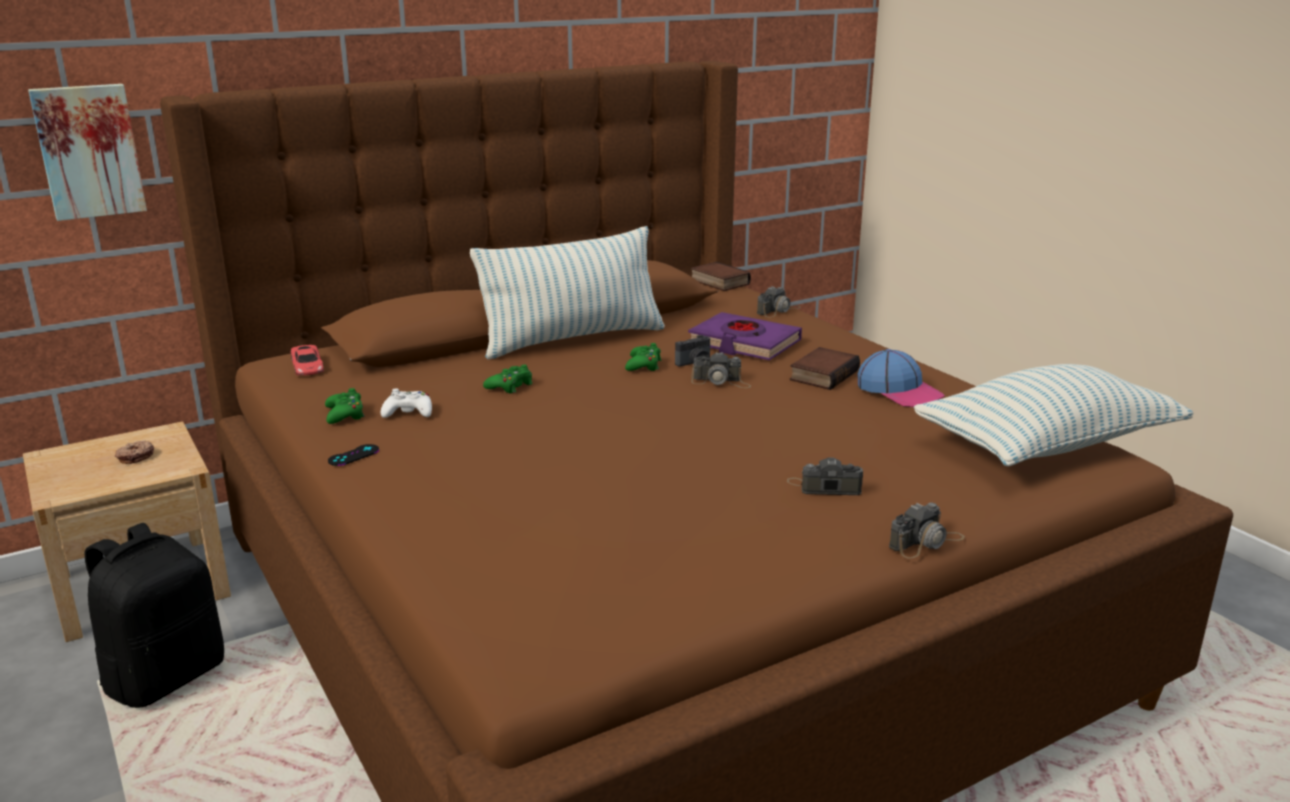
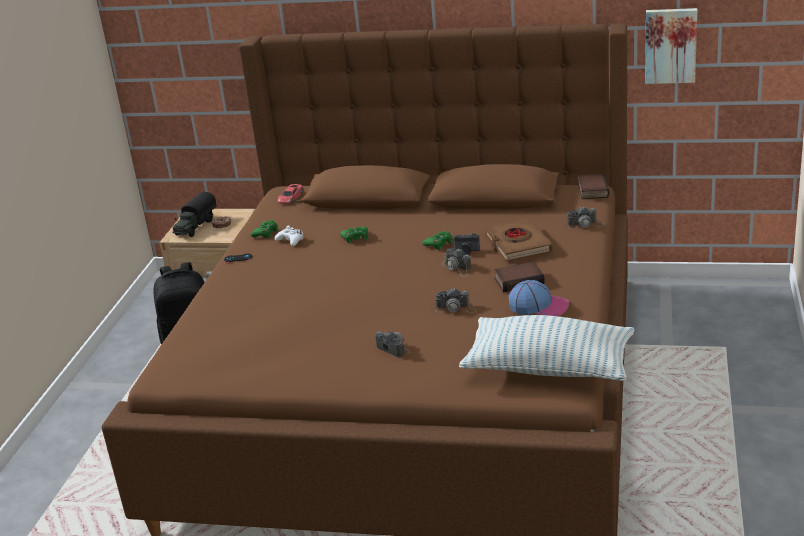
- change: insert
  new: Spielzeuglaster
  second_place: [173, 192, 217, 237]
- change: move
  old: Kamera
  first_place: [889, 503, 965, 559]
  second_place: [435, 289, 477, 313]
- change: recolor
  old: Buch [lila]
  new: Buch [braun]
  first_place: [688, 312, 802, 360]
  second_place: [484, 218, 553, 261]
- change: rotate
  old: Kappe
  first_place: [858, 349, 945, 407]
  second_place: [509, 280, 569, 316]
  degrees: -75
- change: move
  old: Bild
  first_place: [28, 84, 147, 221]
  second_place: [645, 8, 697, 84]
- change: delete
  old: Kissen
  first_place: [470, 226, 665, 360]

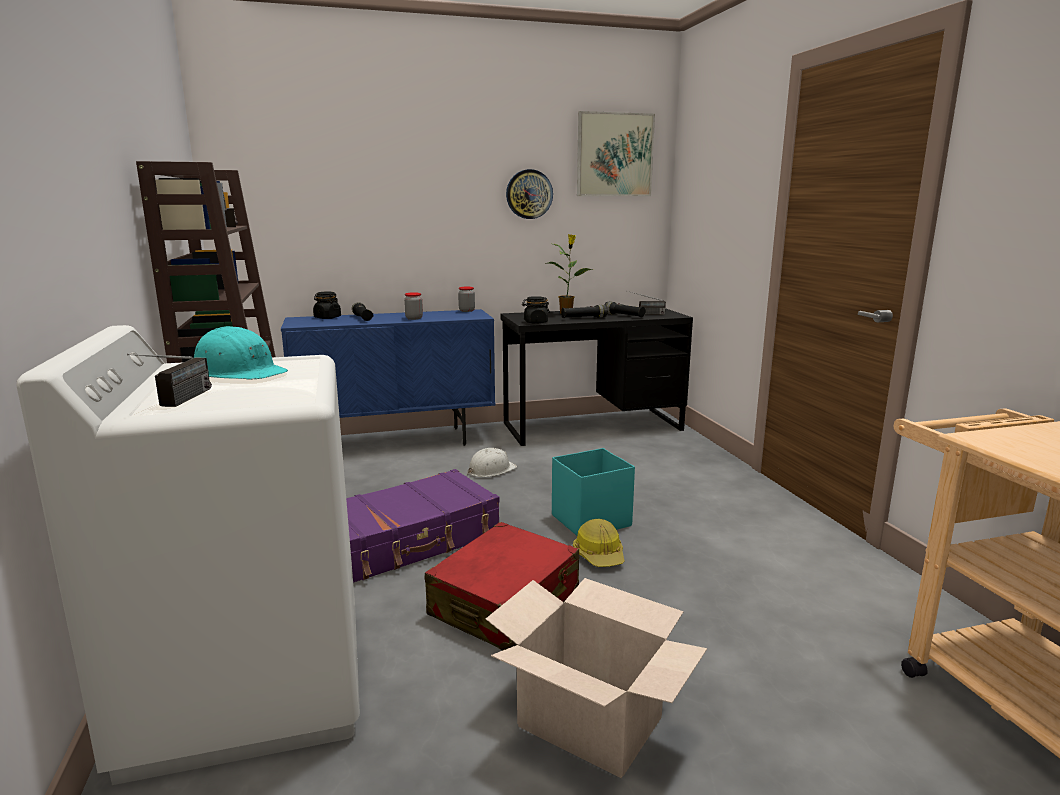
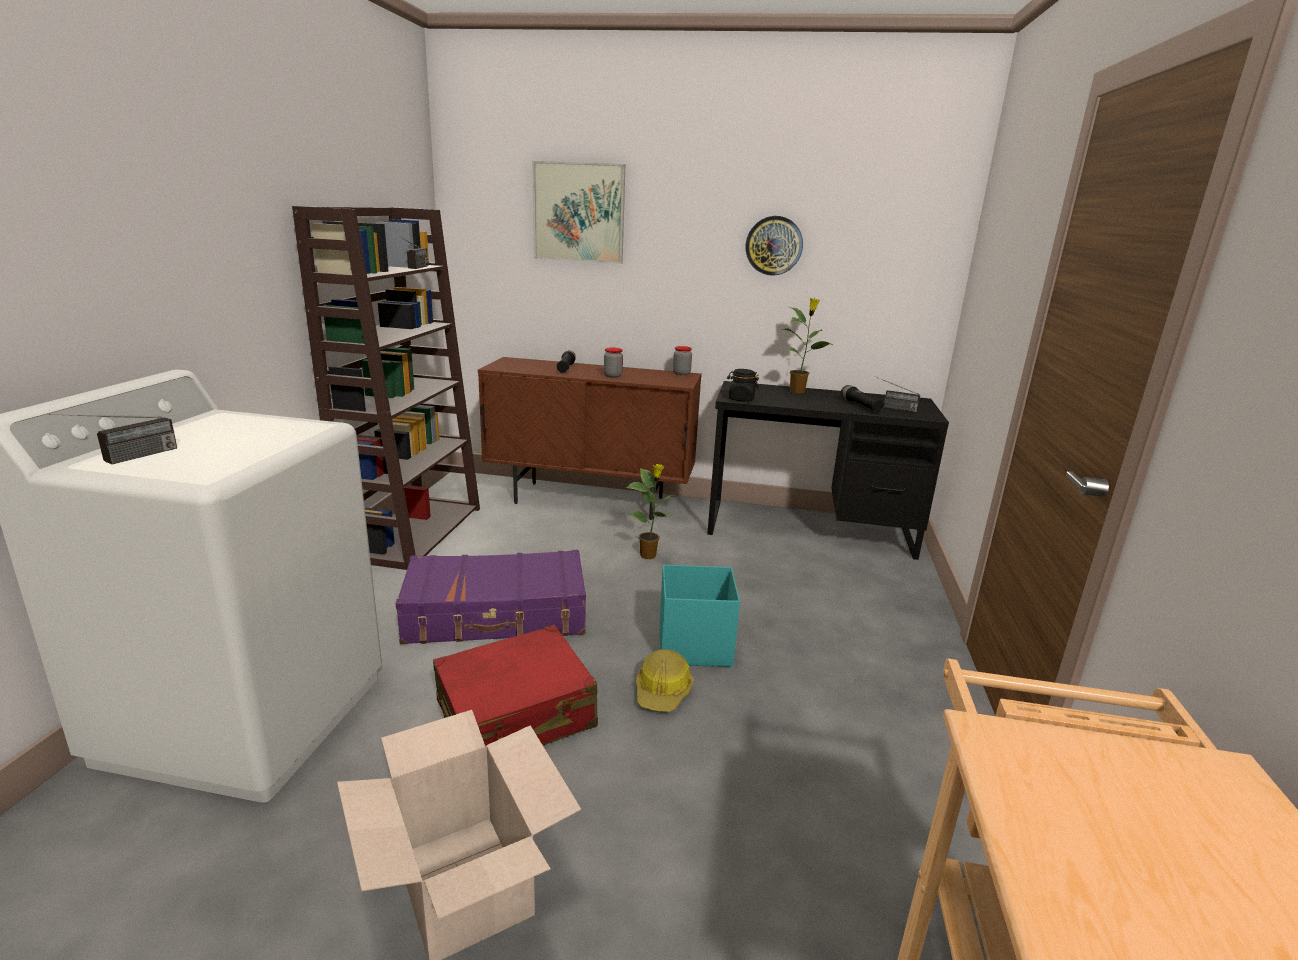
- change: recolor
  old: Schrank [blau]
  new: Schrank [braun]
  first_place: [281, 309, 495, 446]
  second_place: [478, 357, 702, 520]
- change: move
  old: Bild
  first_place: [577, 111, 655, 196]
  second_place: [532, 161, 625, 264]
- change: replace
  old: Schutzhelm [weiß]
  new: Topfpflanze
  first_place: [467, 448, 517, 477]
  second_place: [626, 464, 673, 559]
- change: delete
  old: Schutzhelm [türkis]
  first_place: [194, 326, 288, 380]
- change: delete
  old: Vorratsglas [schwarz]
  first_place: [313, 292, 341, 319]
- change: delete
  old: Taschenlampe [schwarz]
  first_place: [561, 305, 607, 318]

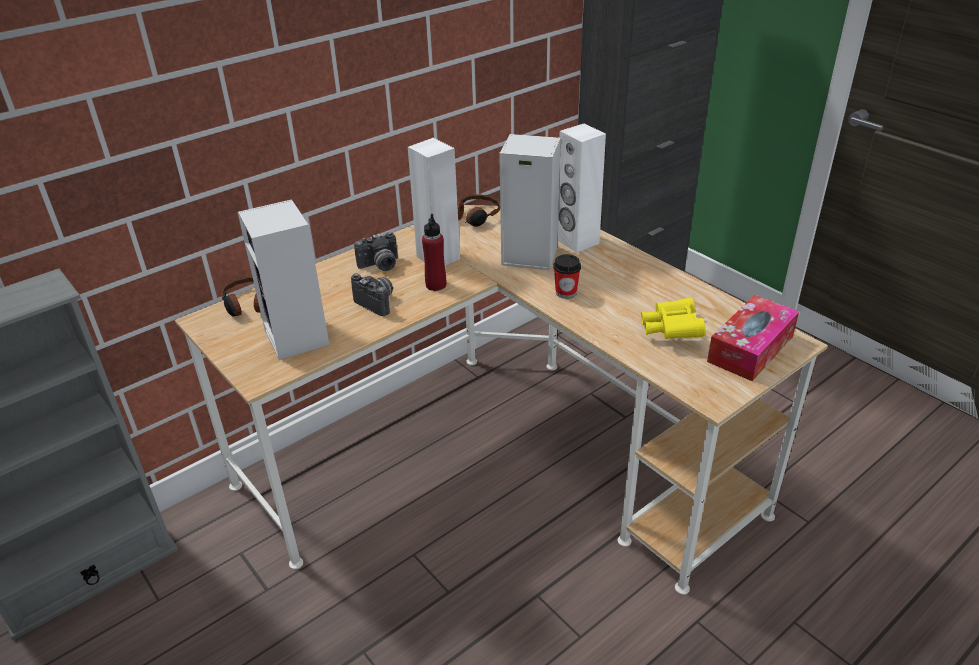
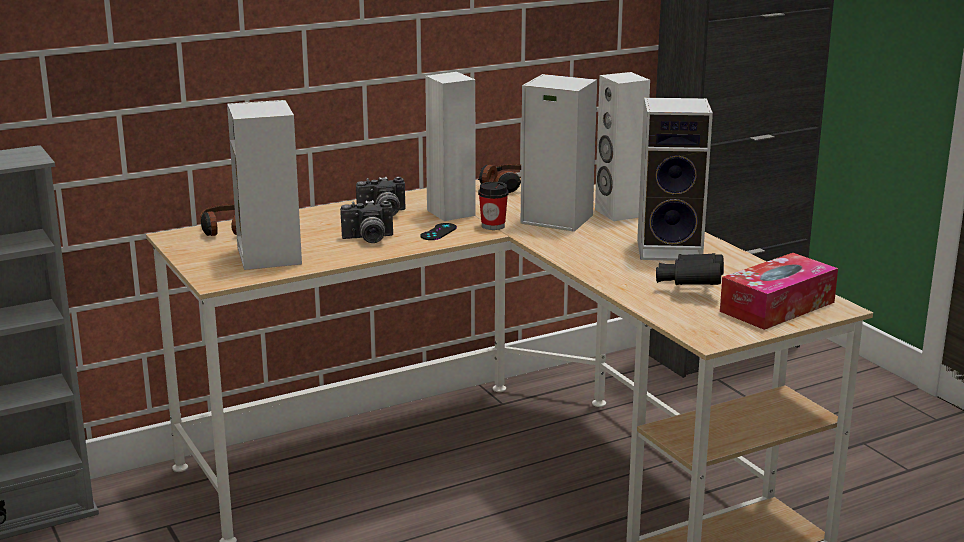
- change: rotate
  old: Kamera
  first_place: [351, 274, 393, 316]
  second_place: [340, 200, 393, 243]
  degrees: 120
- change: replace
  old: Flasche [rot]
  new: Gamepad [schwarz]
  first_place: [422, 214, 446, 291]
  second_place: [420, 223, 457, 240]
- change: move
  old: Tasse
  first_place: [553, 254, 581, 299]
  second_place: [478, 182, 509, 230]
- change: insert
  new: Lautsprecher
  second_place: [637, 97, 713, 261]
- change: recolor
  old: Fernglas [gelb]
  new: Fernglas [schwarz]
  first_place: [641, 298, 705, 339]
  second_place: [656, 253, 724, 285]

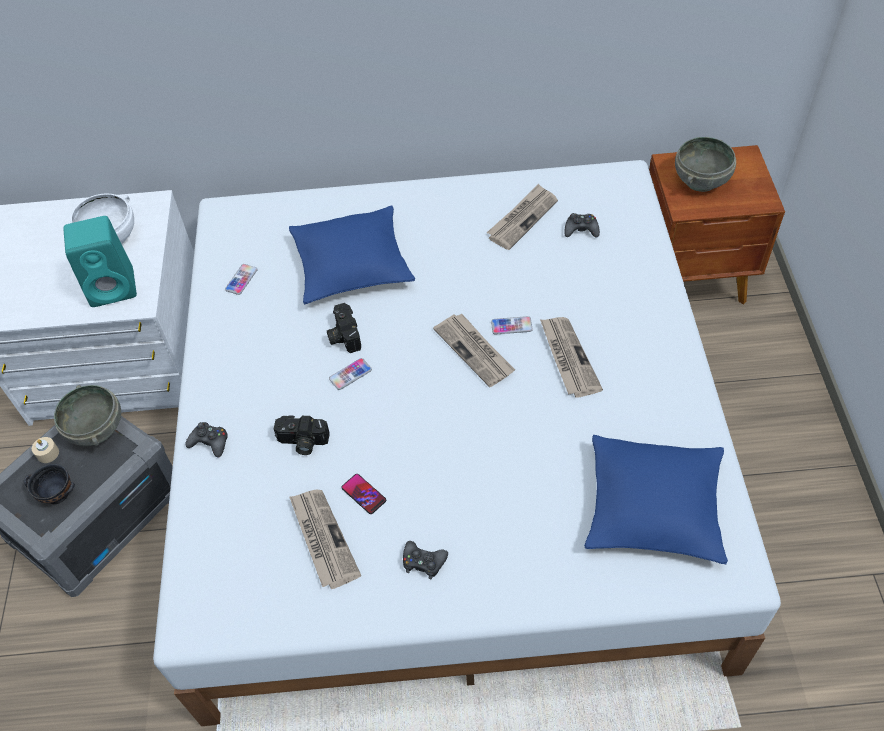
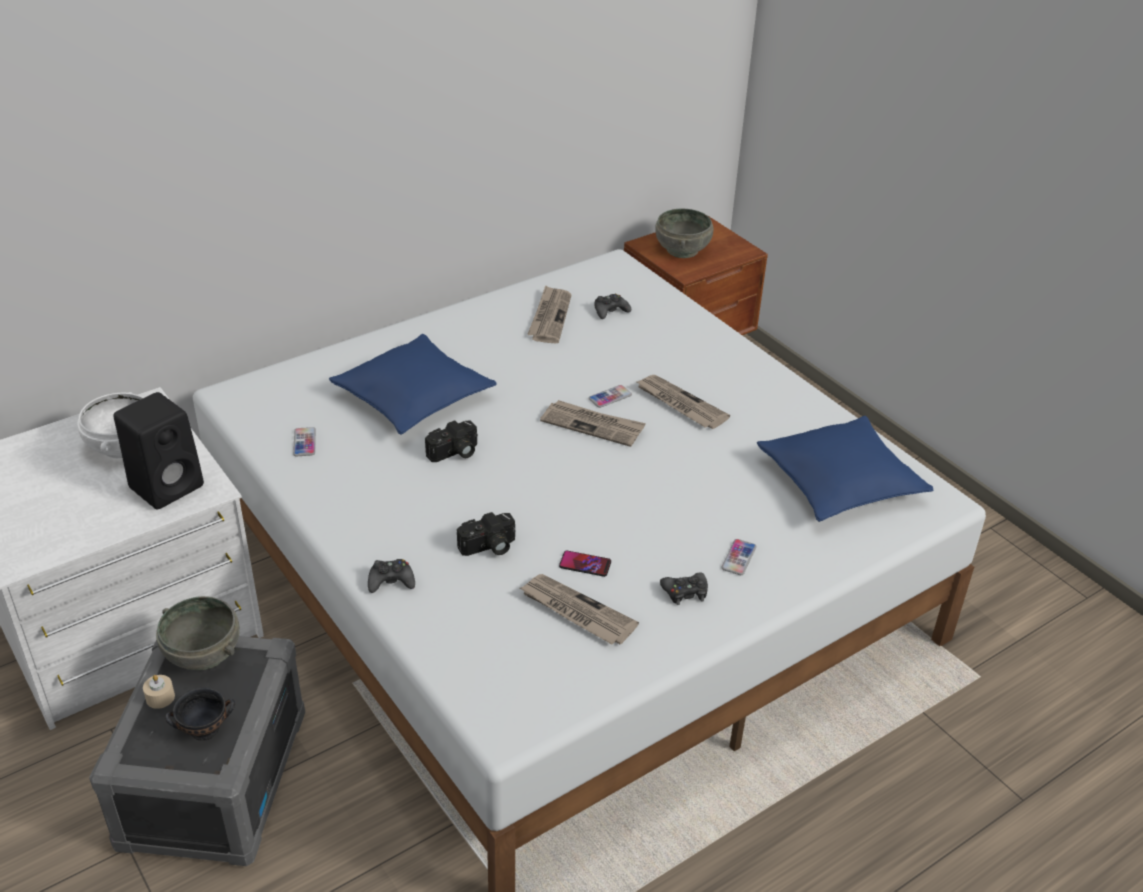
- change: recolor
  old: Lautsprecher [türkis]
  new: Lautsprecher [schwarz]
  first_place: [63, 216, 137, 307]
  second_place: [114, 392, 204, 510]
- change: rotate
  old: Kamera
  first_place: [327, 303, 361, 353]
  second_place: [425, 420, 478, 462]
  degrees: -75
- change: move
  old: Handy
  first_place: [329, 358, 372, 390]
  second_place: [721, 539, 756, 575]

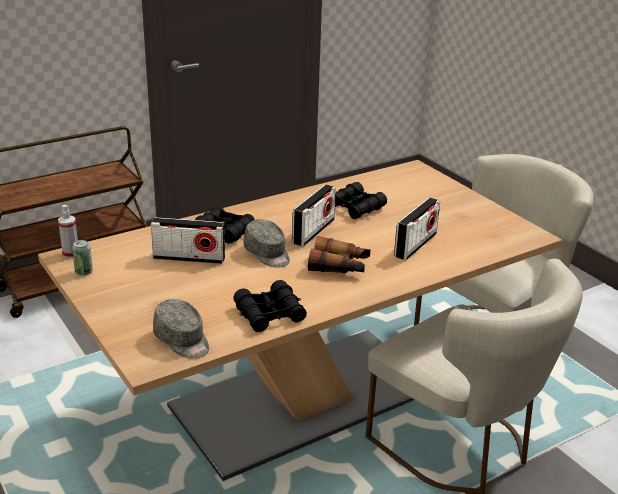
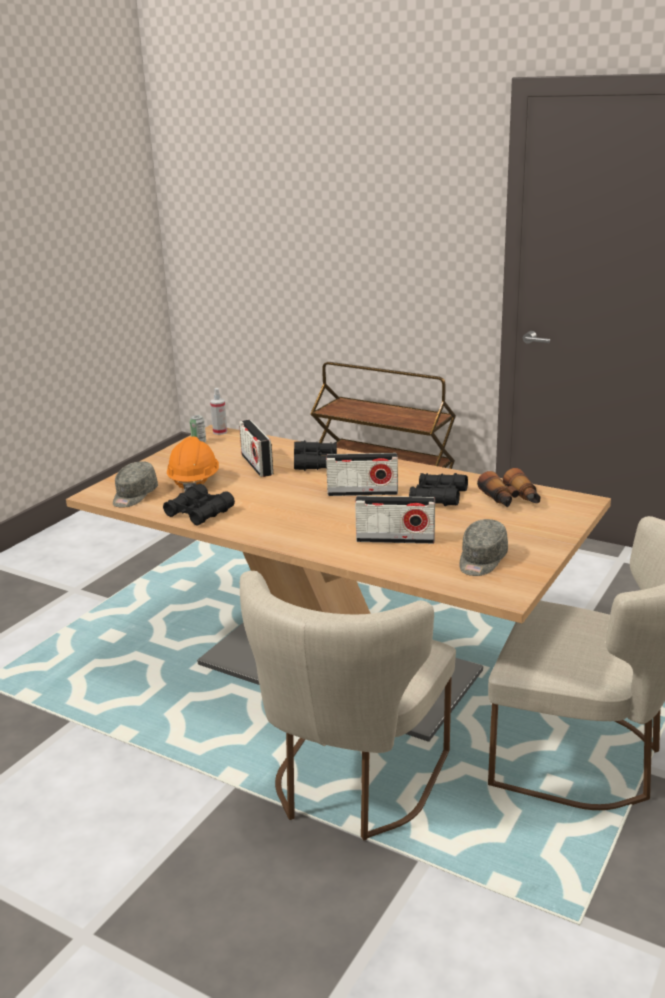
- change: insert
  new: Schutzhelm [orange]
  second_place: [167, 436, 219, 492]
- change: move
  old: Kappe [grau]
  first_place: [244, 219, 290, 268]
  second_place: [459, 519, 508, 576]
- change: move
  old: Fernglas
  first_place: [308, 236, 370, 273]
  second_place: [477, 468, 540, 507]

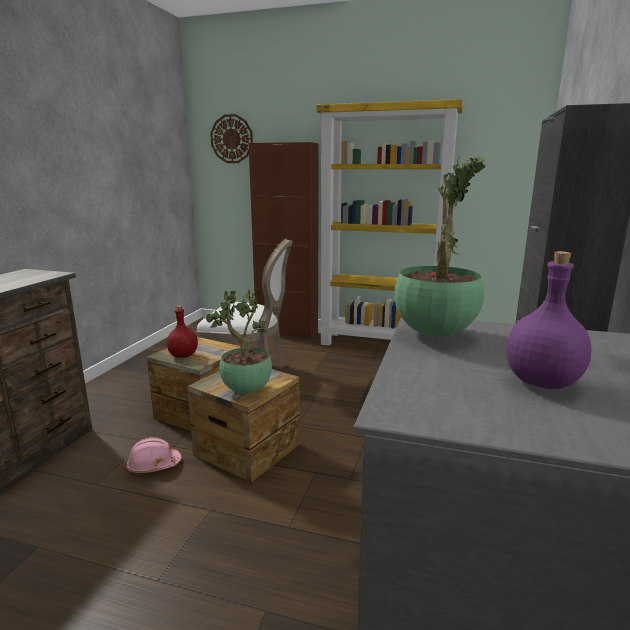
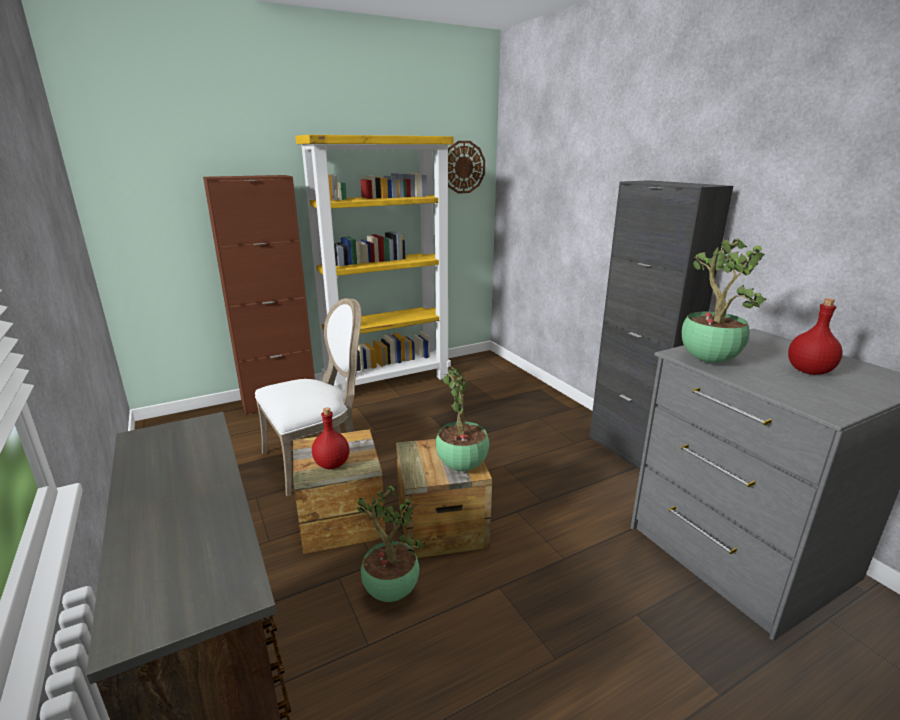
- change: replace
  old: Schutzhelm [rosa]
  new: Topfpflanze
  first_place: [126, 437, 182, 473]
  second_place: [356, 486, 425, 602]
- change: move
  old: Wanduhr
  first_place: [210, 114, 253, 163]
  second_place: [448, 141, 485, 194]
- change: recolor
  old: Flasche [lila]
  new: Flasche [rot]
  first_place: [506, 251, 592, 389]
  second_place: [788, 298, 842, 375]

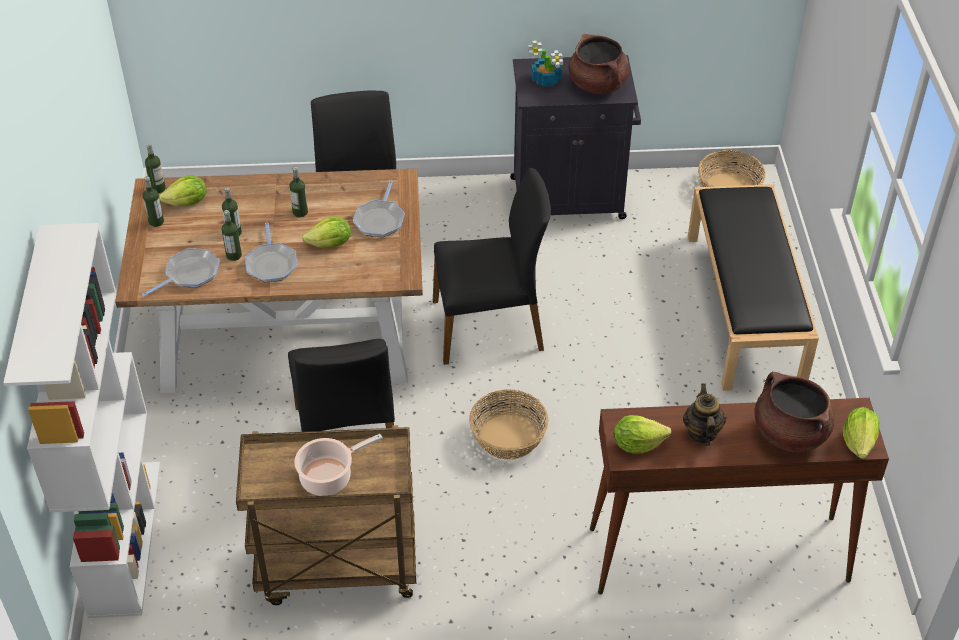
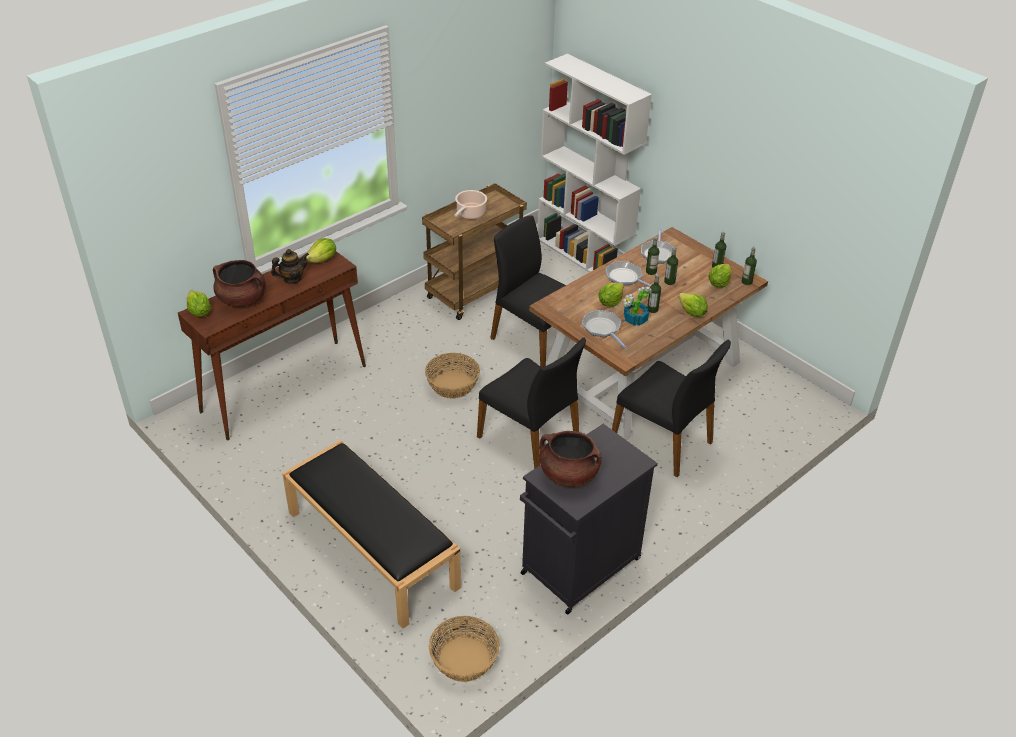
- change: rotate
  old: Teekanne
  first_place: [683, 383, 727, 446]
  second_place: [271, 249, 309, 284]
  degrees: -75
- change: rotate
  old: Stuhl [schwarz]
  first_place: [433, 168, 551, 365]
  second_place: [477, 338, 586, 469]
  degrees: -90
- change: move
  old: Topfpflanze
  first_place: [528, 40, 563, 87]
  second_place: [623, 286, 652, 326]
- change: insert
  new: Salatkopf
  second_place: [678, 293, 708, 317]

